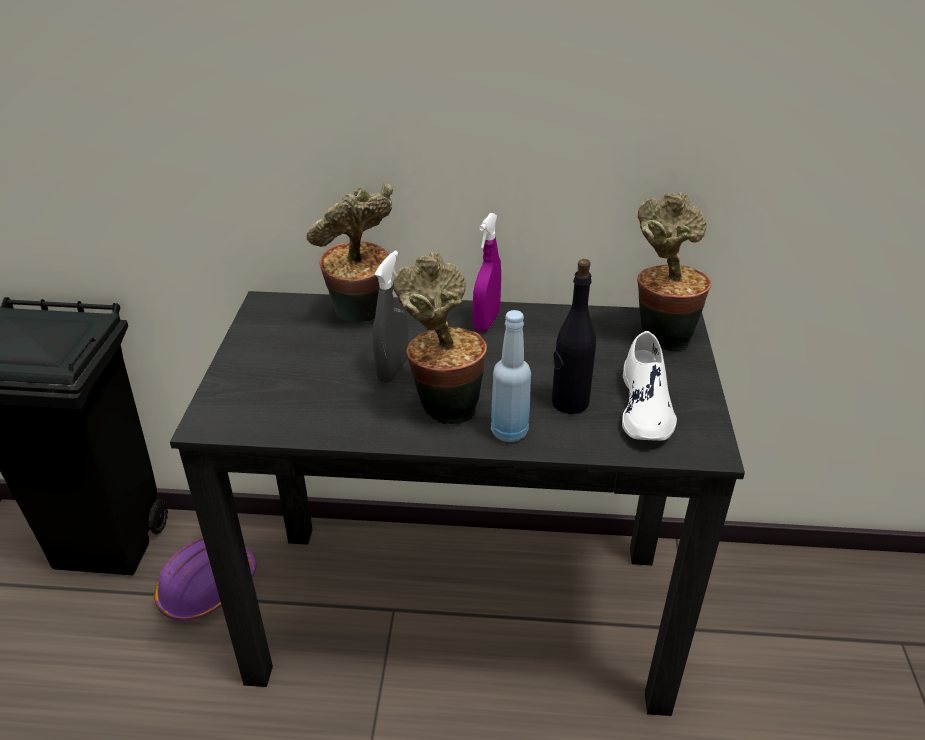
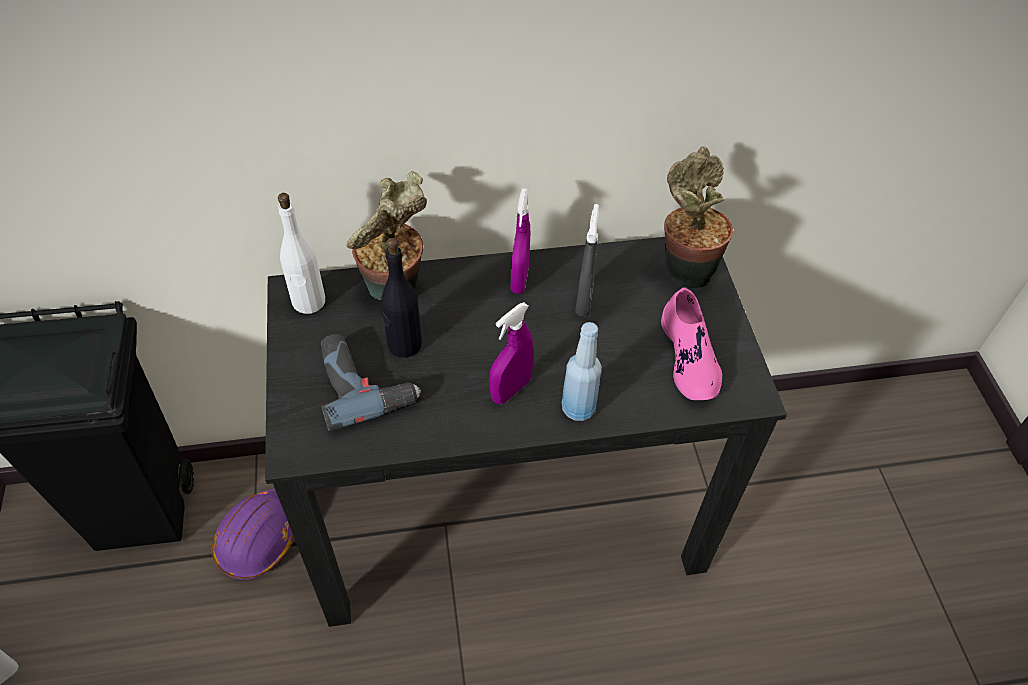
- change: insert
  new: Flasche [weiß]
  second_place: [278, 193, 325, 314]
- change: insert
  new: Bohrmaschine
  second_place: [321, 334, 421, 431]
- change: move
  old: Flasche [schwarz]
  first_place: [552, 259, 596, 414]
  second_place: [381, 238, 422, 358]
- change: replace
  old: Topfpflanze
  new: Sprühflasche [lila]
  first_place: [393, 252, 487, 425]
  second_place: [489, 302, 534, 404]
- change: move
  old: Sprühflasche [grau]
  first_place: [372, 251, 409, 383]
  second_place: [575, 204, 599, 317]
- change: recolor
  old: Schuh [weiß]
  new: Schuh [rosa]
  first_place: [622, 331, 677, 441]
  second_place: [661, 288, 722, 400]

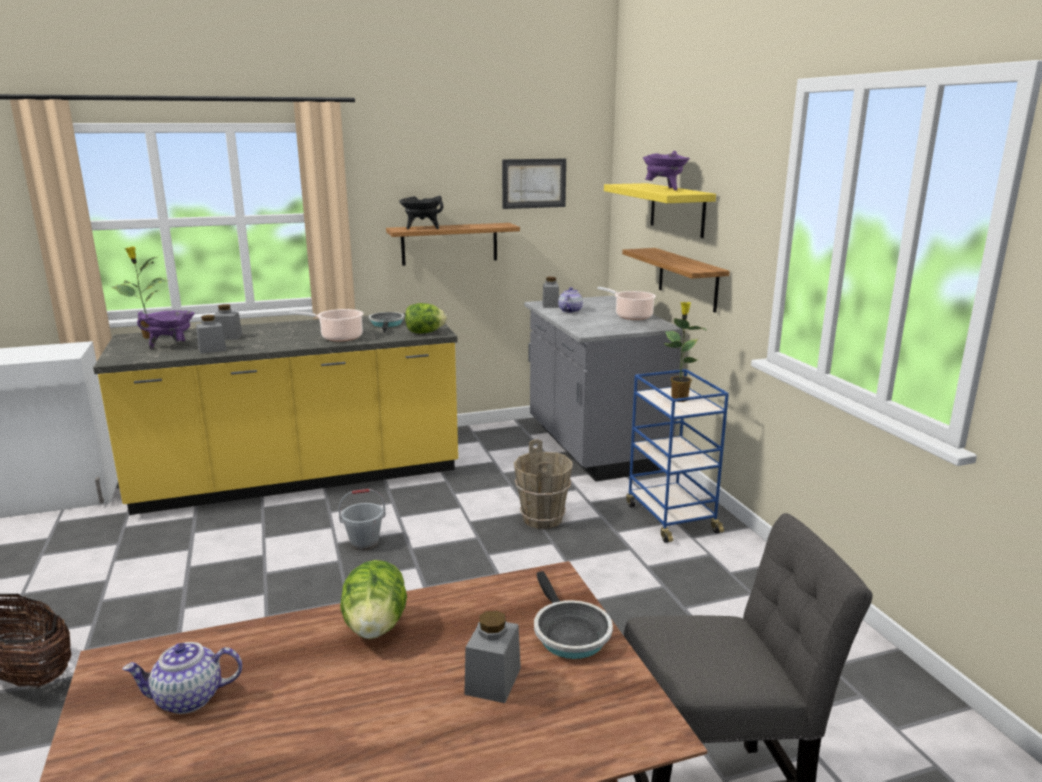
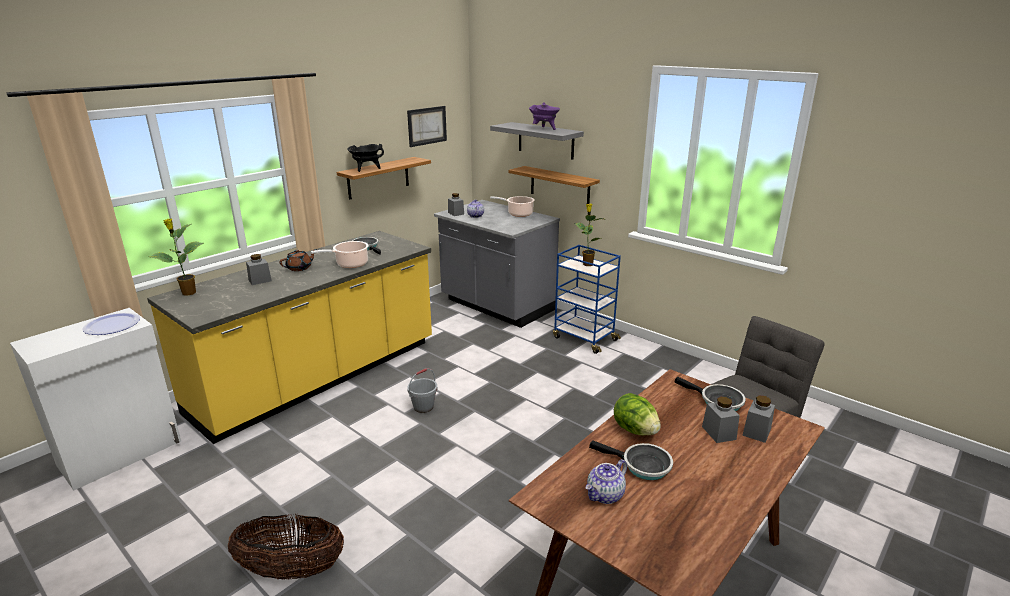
- change: insert
  new: Teller
  second_place: [82, 312, 140, 335]
- change: insert
  new: Teekanne [braun]
  second_place: [279, 249, 317, 271]
- change: recolor
  old: Wandregal [gelb]
  new: Wandregal [grau]
  first_place: [604, 183, 716, 238]
  second_place: [490, 122, 584, 160]
- change: insert
  new: Pfanne
  second_place: [589, 440, 673, 480]
- change: move
  old: Vorratsglas [grau]
  first_place: [196, 315, 227, 354]
  second_place: [742, 395, 775, 443]
- change: delete
  old: Kochtopf [lila]
  first_place: [137, 310, 195, 349]
- change: delete
  old: Salatkopf
  first_place: [405, 303, 447, 334]
- change: delete
  old: Eimer [braun]
  first_place: [514, 439, 573, 529]

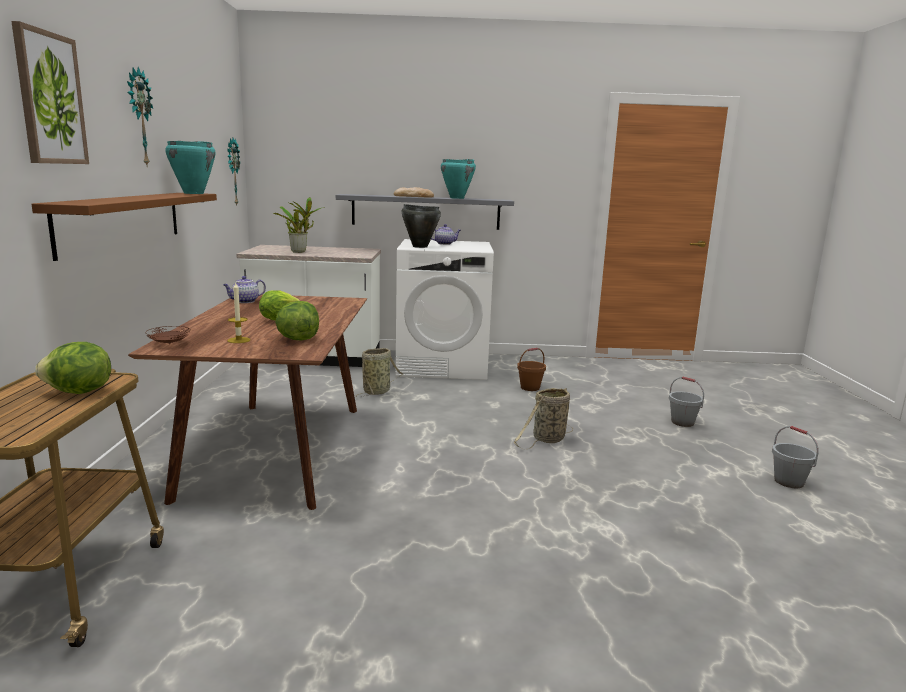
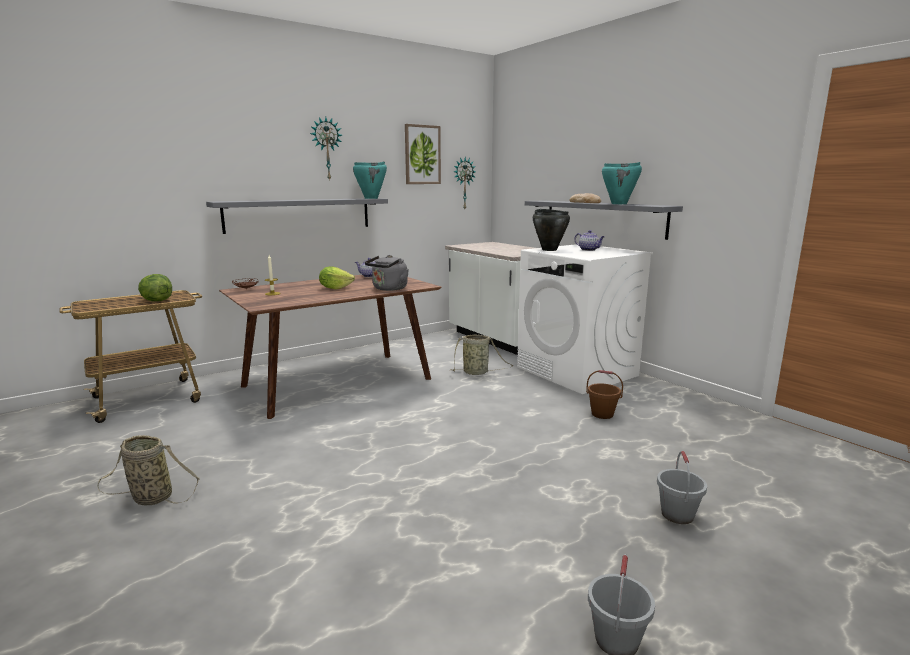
- change: move
  old: Korb
  first_place: [514, 388, 573, 450]
  second_place: [97, 435, 200, 505]
- change: recolor
  old: Wandregal [braun]
  new: Wandregal [grau]
  first_place: [32, 193, 217, 261]
  second_place: [206, 198, 388, 234]
- change: insert
  new: Wasserkessel [grau]
  second_place: [365, 255, 409, 291]
- change: move
  old: Bild
  first_place: [11, 21, 89, 164]
  second_place: [405, 124, 441, 184]
- change: delete
  old: Topfpflanze
  first_place: [273, 197, 325, 253]
- change: delete
  old: Salatkopf
  first_place: [275, 301, 319, 341]

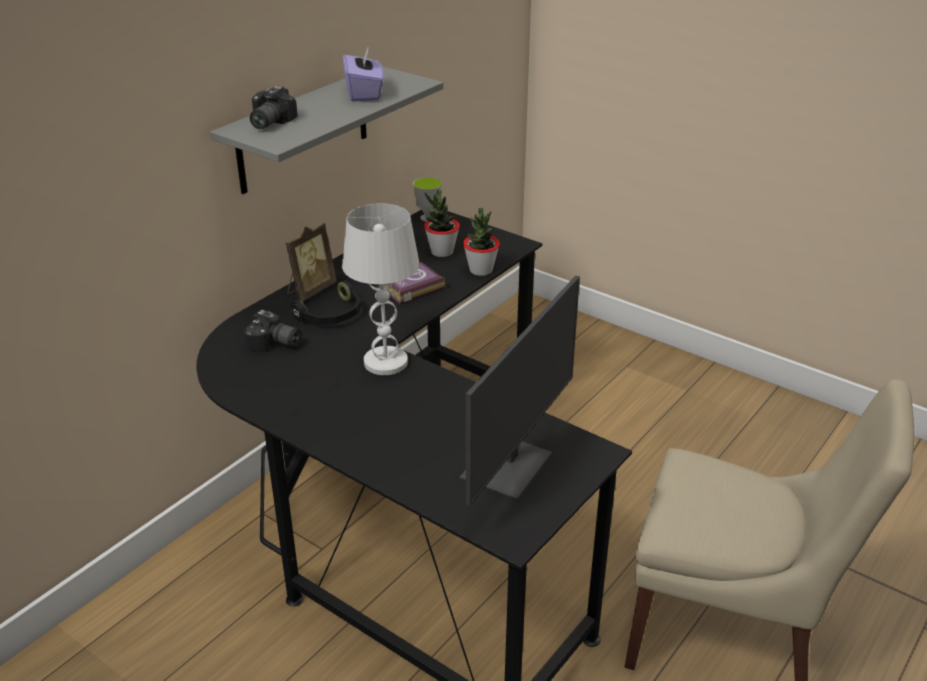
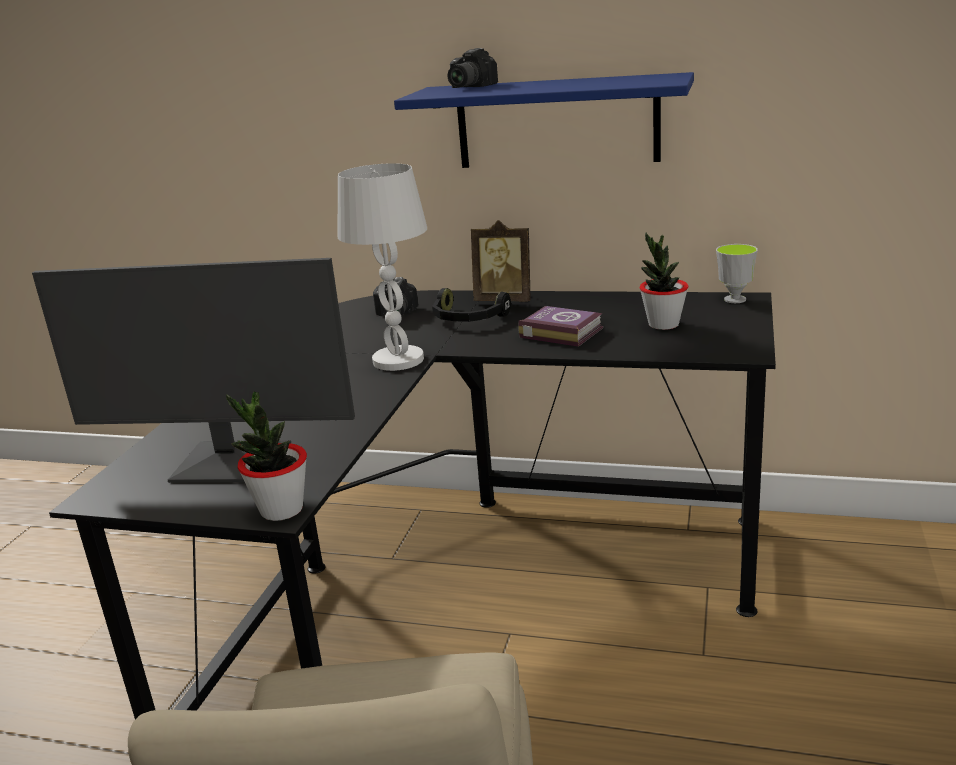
- change: move
  old: Topfpflanze
  first_place: [463, 208, 500, 276]
  second_place: [226, 391, 307, 521]
- change: recolor
  old: Wandregal [grau]
  new: Wandregal [blau]
  first_place: [210, 66, 443, 194]
  second_place: [394, 72, 694, 168]
- change: rotate
  old: Kamera
  first_place: [250, 86, 298, 129]
  second_place: [448, 48, 498, 88]
  degrees: -60
- change: delete
  old: Taschentuchbox [lila]
  first_place: [343, 47, 384, 102]

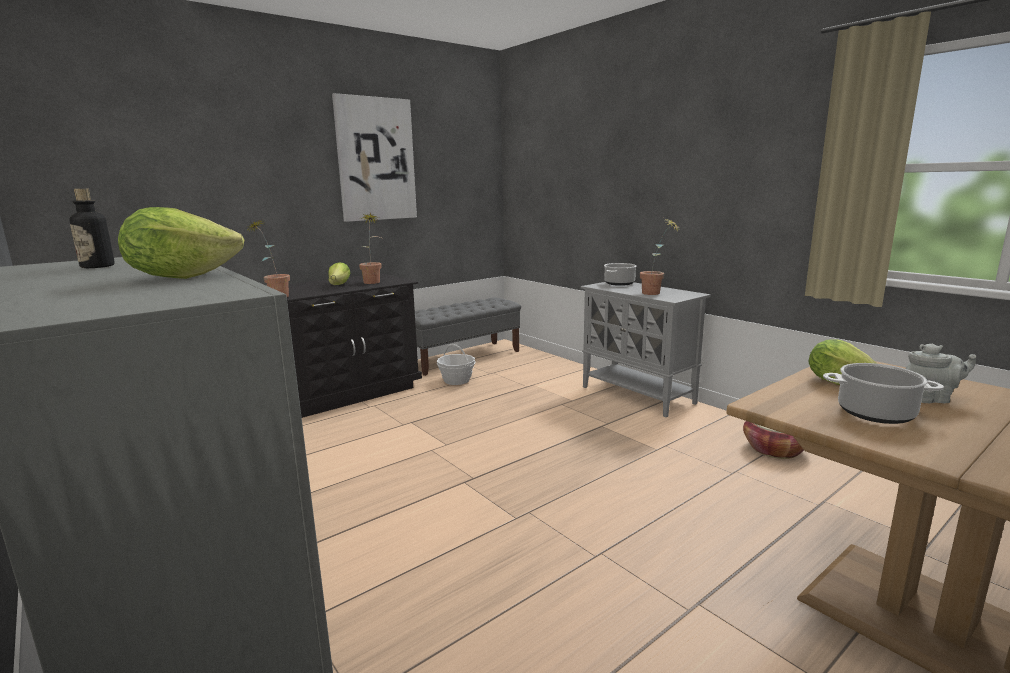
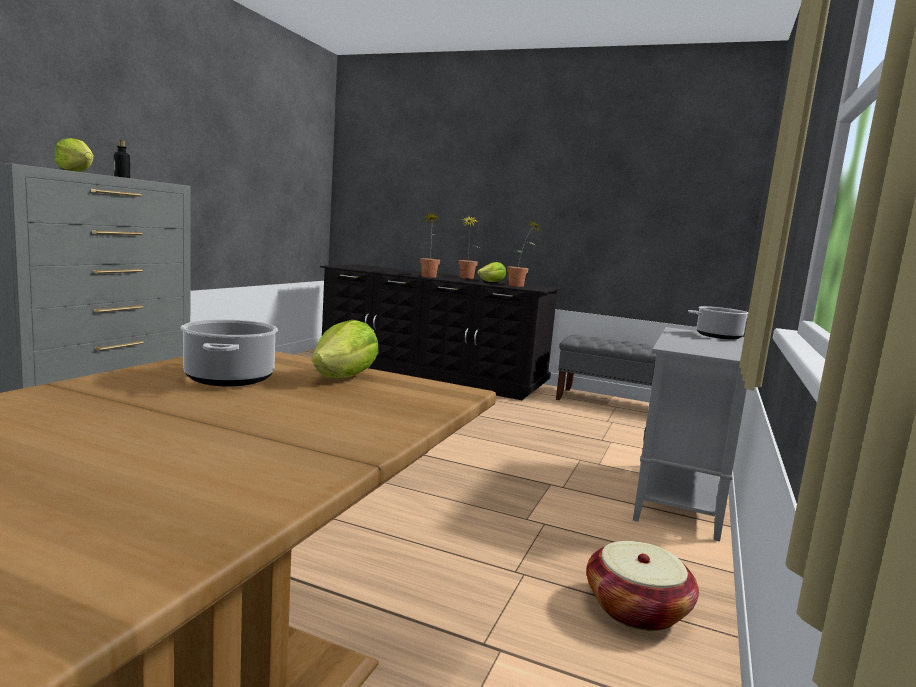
- change: move
  old: Topfpflanze
  first_place: [640, 219, 682, 295]
  second_place: [458, 217, 479, 279]
- change: delete
  old: Bild
  first_place: [332, 93, 417, 222]
- change: delete
  old: Korb
  first_place: [437, 344, 475, 385]
- change: delete
  old: Teekanne [grau]
  first_place: [906, 343, 976, 403]

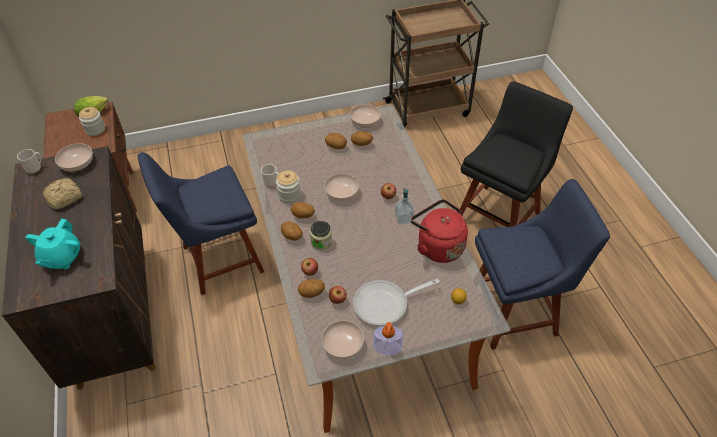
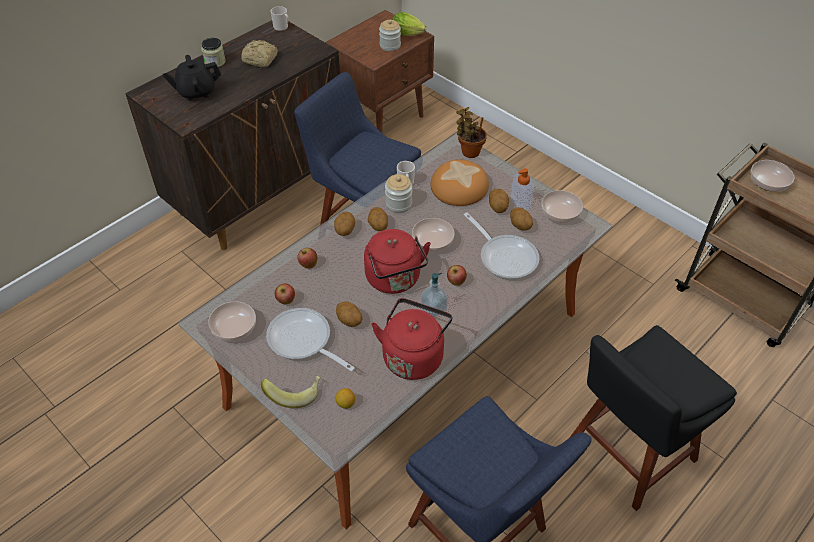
- change: recolor
  old: Teekanne [türkis]
  new: Teekanne [schwarz]
  first_place: [26, 219, 80, 269]
  second_place: [163, 55, 221, 101]
- change: move
  old: Vorratsglas
  first_place: [310, 221, 332, 250]
  second_place: [201, 38, 226, 67]
- change: insert
  new: Banane
  second_place: [261, 376, 321, 408]
- change: move
  old: Kartoffel
  first_place: [298, 279, 325, 298]
  second_place: [336, 301, 363, 327]
- change: insert
  new: Wasserkessel [rot]
  second_place: [364, 229, 431, 294]
- change: insert
  new: Brot
  second_place: [430, 159, 489, 206]
- change: insert
  new: Topfpflanze
  second_place: [456, 107, 487, 158]
- change: insert
  new: Pfanne
  second_place: [464, 212, 540, 279]
- change: move
  old: Seifenspender
  first_place: [374, 322, 403, 355]
  second_place: [511, 168, 534, 210]
- change: rotate
  old: Stuhl [schwarz]
  first_place: [460, 82, 573, 227]
  second_place: [569, 325, 737, 511]
  degrees: 135
- change: move
  old: Schüssel
  first_place: [55, 143, 93, 172]
  second_place: [751, 160, 794, 192]

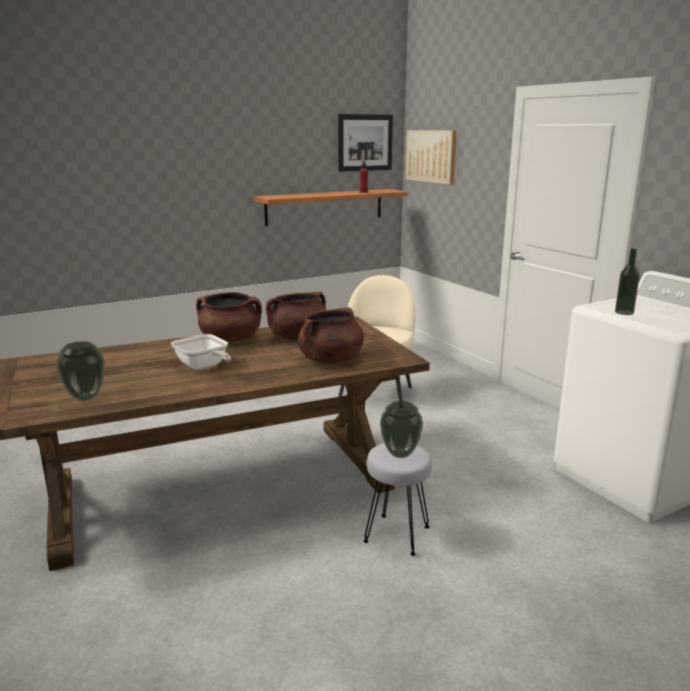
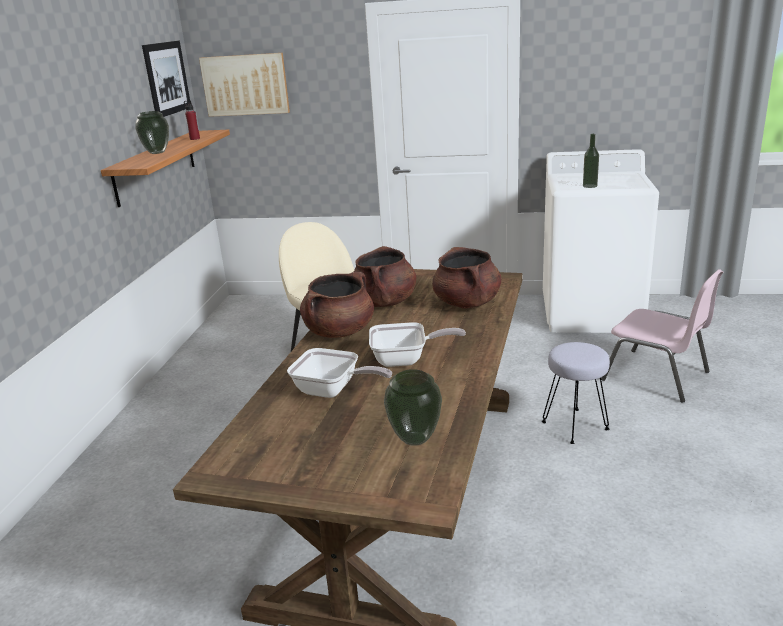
- change: move
  old: Vase
  first_place: [380, 401, 423, 458]
  second_place: [135, 111, 169, 154]
- change: insert
  new: Pfanne
  second_place: [287, 348, 392, 398]
- change: insert
  new: Stuhl [rosa]
  second_place: [601, 269, 723, 403]

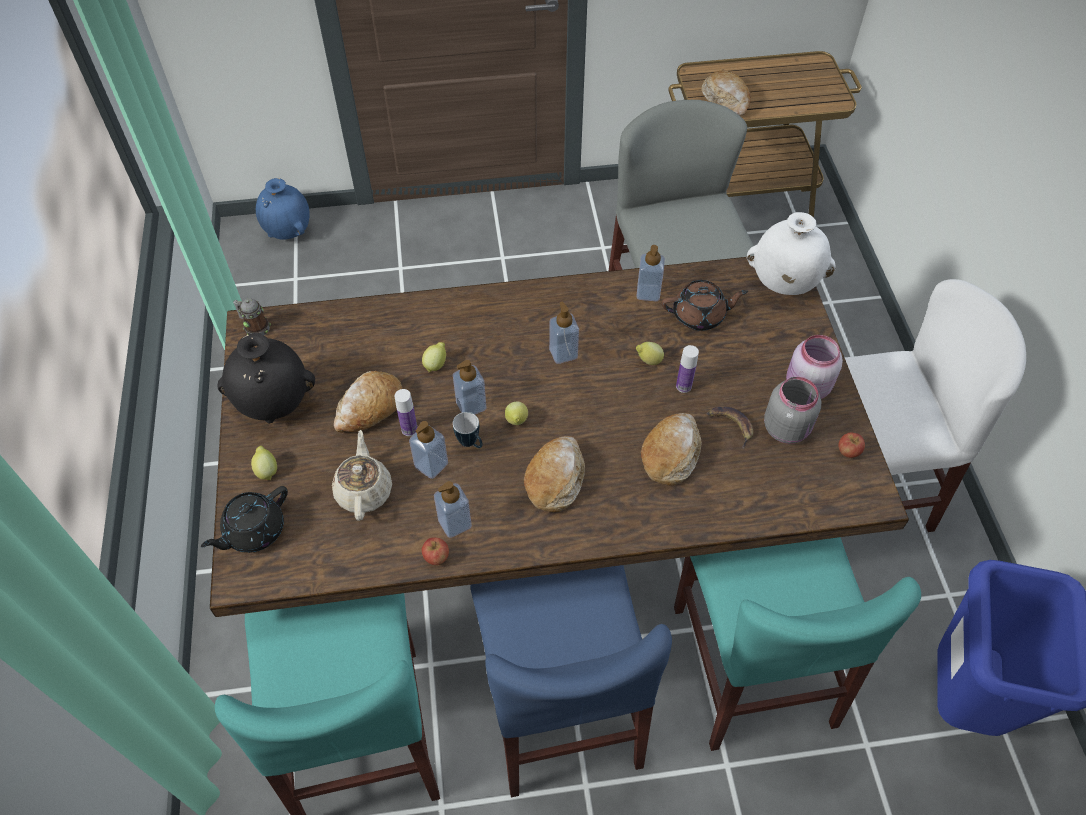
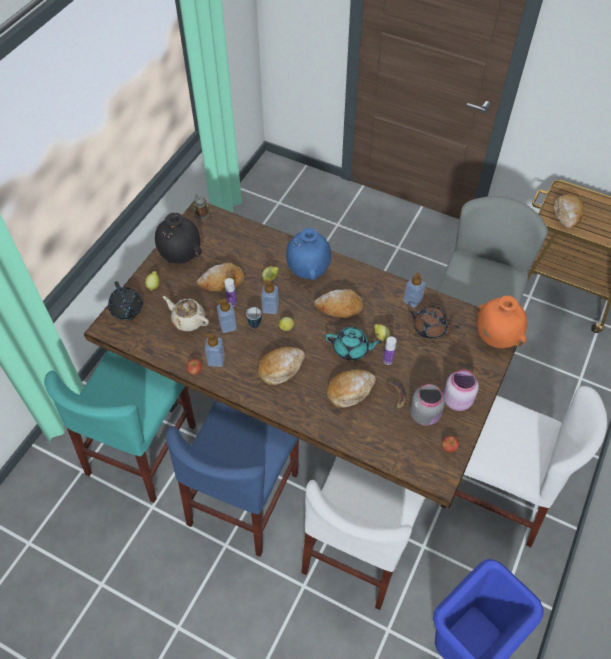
- change: rotate
  old: Teekanne [schwarz]
  first_place: [201, 486, 288, 553]
  second_place: [108, 281, 143, 320]
  degrees: -105
- change: rotate
  old: Teekanne [beige]
  first_place: [332, 430, 392, 521]
  second_place: [163, 296, 209, 331]
  degrees: -90
- change: move
  old: Vase [blau]
  first_place: [256, 178, 310, 240]
  second_place: [286, 228, 331, 280]
- change: recolor
  old: Stuhl [türkis]
  new: Stuhl [weiß]
  first_place: [674, 537, 921, 751]
  second_place: [301, 457, 426, 610]
- change: replace
  old: Seifenspender
  new: Brot
  first_place: [549, 302, 579, 364]
  second_place: [314, 289, 363, 318]
- change: insert
  new: Teekanne [türkis]
  second_place: [325, 327, 382, 361]
- change: recolor
  old: Vase [weiß]
  new: Vase [orange]
  first_place: [747, 212, 836, 295]
  second_place: [477, 295, 527, 348]

